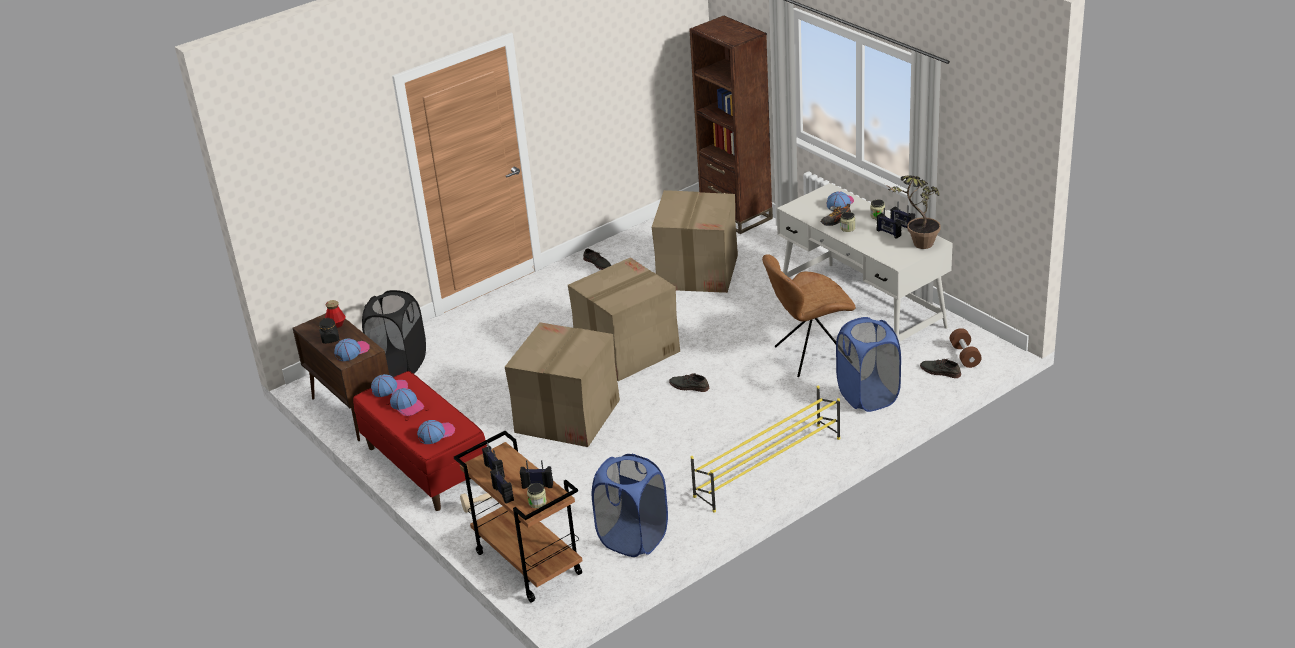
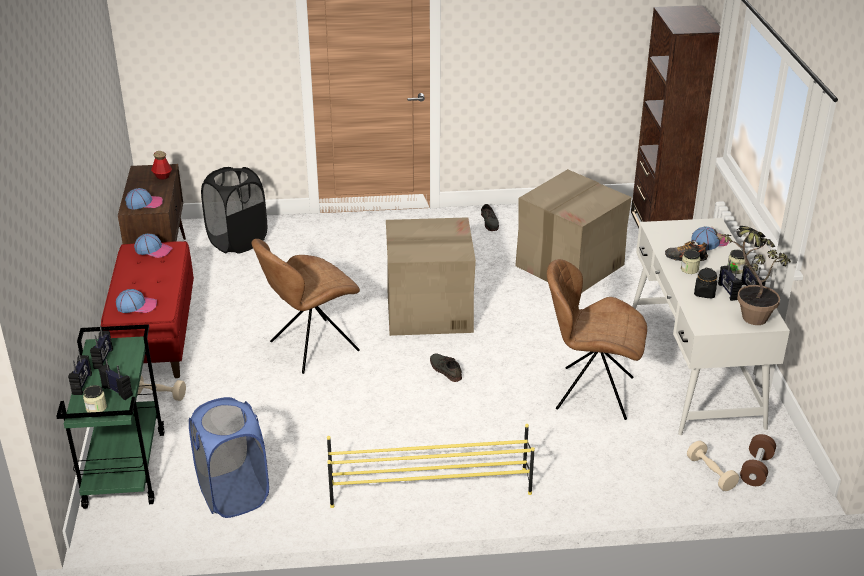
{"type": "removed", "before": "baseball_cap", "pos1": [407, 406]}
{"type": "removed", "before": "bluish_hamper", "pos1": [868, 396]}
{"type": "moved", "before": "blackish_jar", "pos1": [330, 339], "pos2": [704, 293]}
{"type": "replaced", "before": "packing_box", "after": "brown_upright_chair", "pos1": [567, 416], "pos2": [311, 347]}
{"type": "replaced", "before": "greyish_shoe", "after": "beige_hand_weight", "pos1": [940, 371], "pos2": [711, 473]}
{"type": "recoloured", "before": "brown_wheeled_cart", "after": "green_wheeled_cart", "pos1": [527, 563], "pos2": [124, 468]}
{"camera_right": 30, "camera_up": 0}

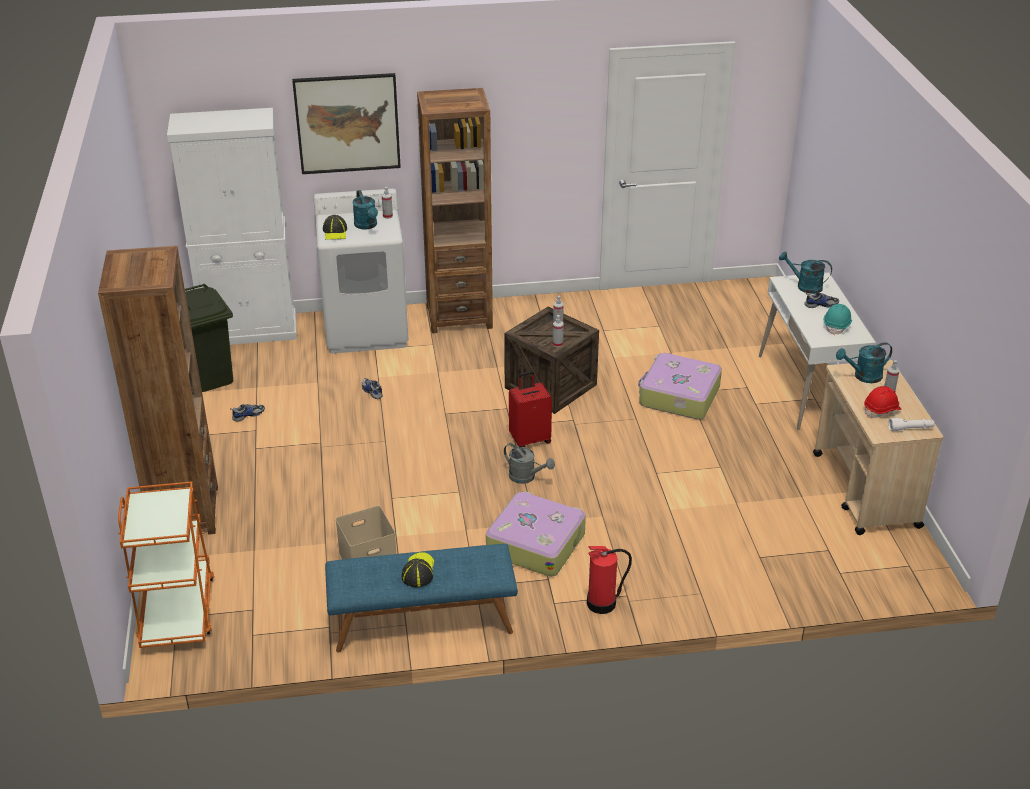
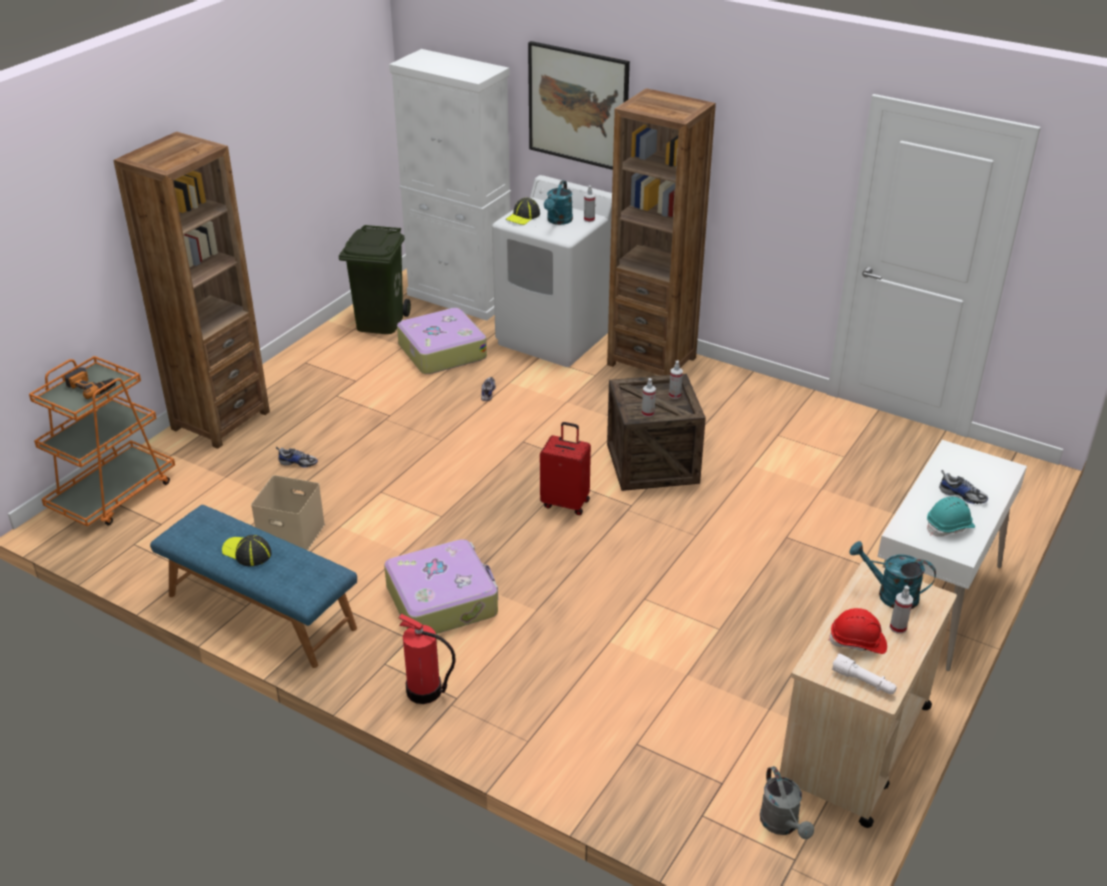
{"type": "removed", "before": "blue-green_watering_can", "pos1": [804, 286]}
{"type": "added", "after": "drill", "pos2": [91, 386]}
{"type": "moved", "before": "shoe", "pos1": [248, 415], "pos2": [298, 463]}
{"type": "moved", "before": "greyish_watering_can", "pos1": [526, 477], "pos2": [782, 825]}
{"type": "moved", "before": "suitcase", "pos1": [678, 396], "pos2": [441, 351]}
{"type": "turned", "before": "baseball_cap", "pos1": [418, 571], "pos2": [247, 552], "turn": -105}
{"camera_right": 40, "camera_up": 0}

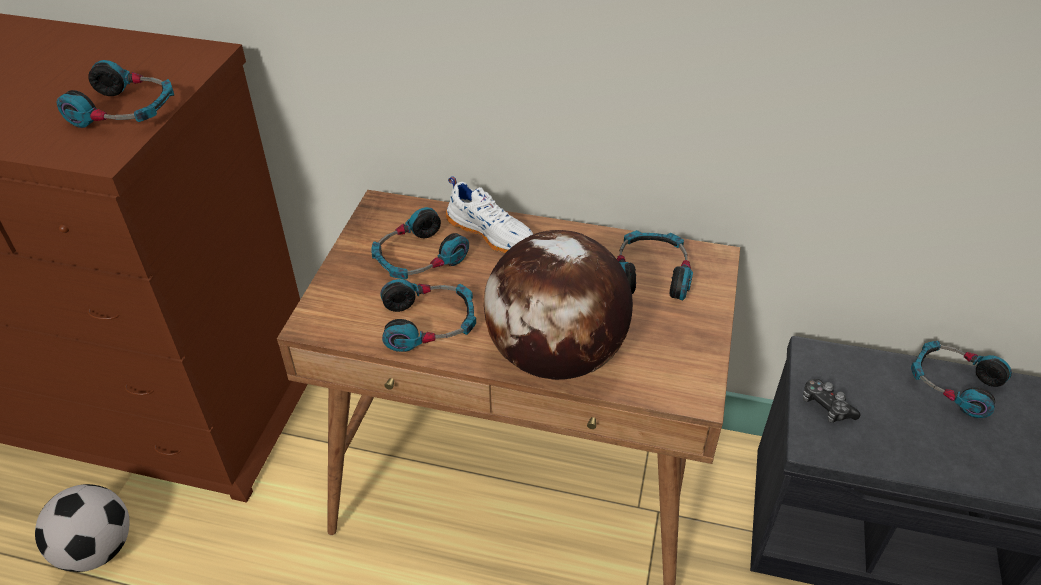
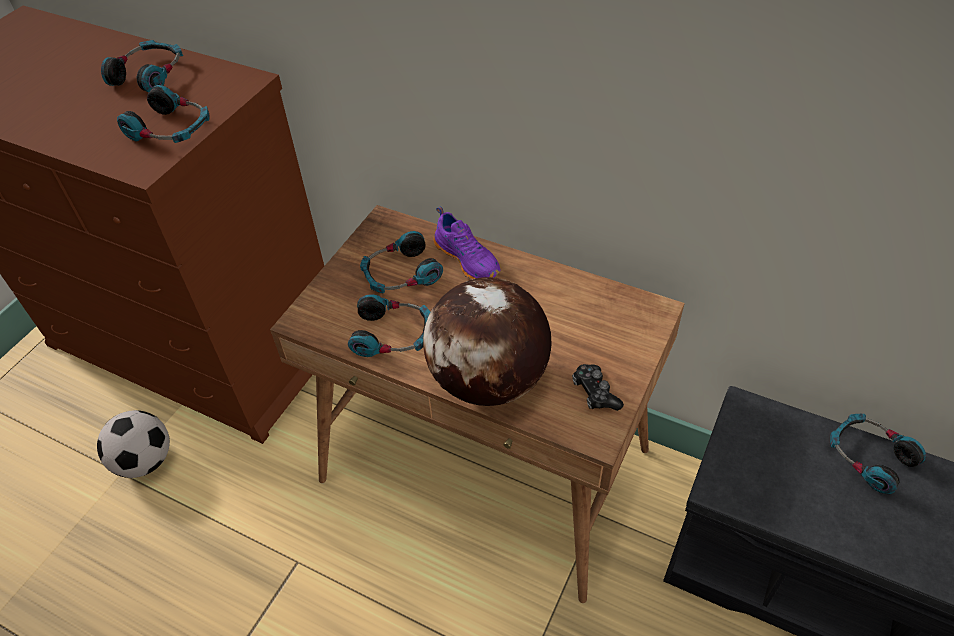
{"type": "moved", "before": "pair_of_headphones", "pos1": [651, 274], "pos2": [150, 75]}
{"type": "moved", "before": "gamepad", "pos1": [826, 406], "pos2": [595, 393]}
{"type": "recoloured", "before": "whitish_shoe", "after": "purple-coloured_shoe", "pos1": [491, 232], "pos2": [468, 258]}
{"camera_right": 15, "camera_up": 5}

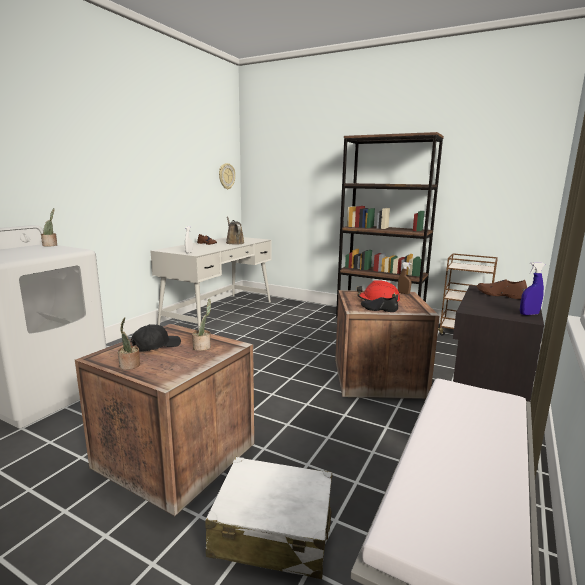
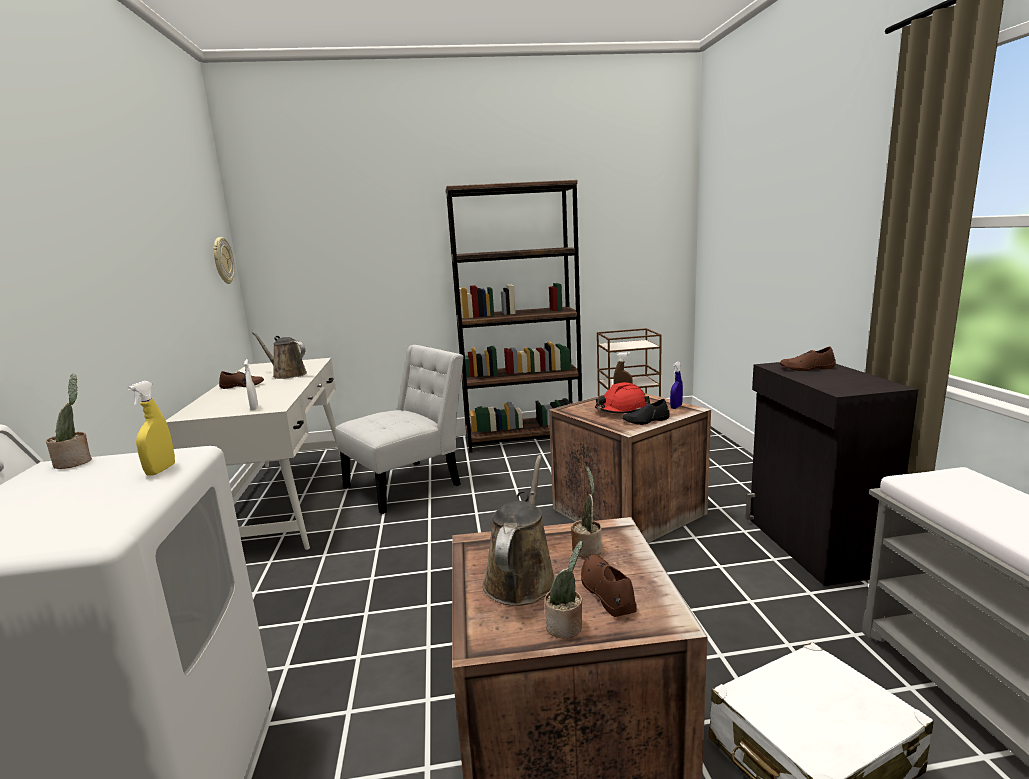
{"type": "added", "after": "yellow-coloured_sprayer", "pos2": [161, 470]}
{"type": "added", "after": "whitish_upright_chair", "pos2": [408, 484]}
{"type": "added", "after": "brown_shoe", "pos2": [606, 591]}
{"type": "moved", "before": "bluish_sprayer", "pos1": [529, 314], "pos2": [676, 407]}
{"type": "replaced", "before": "blackish_baseball_cap", "after": "brown_watering_can", "pos1": [156, 346], "pos2": [522, 578]}
{"camera_right": -35, "camera_up": 0}

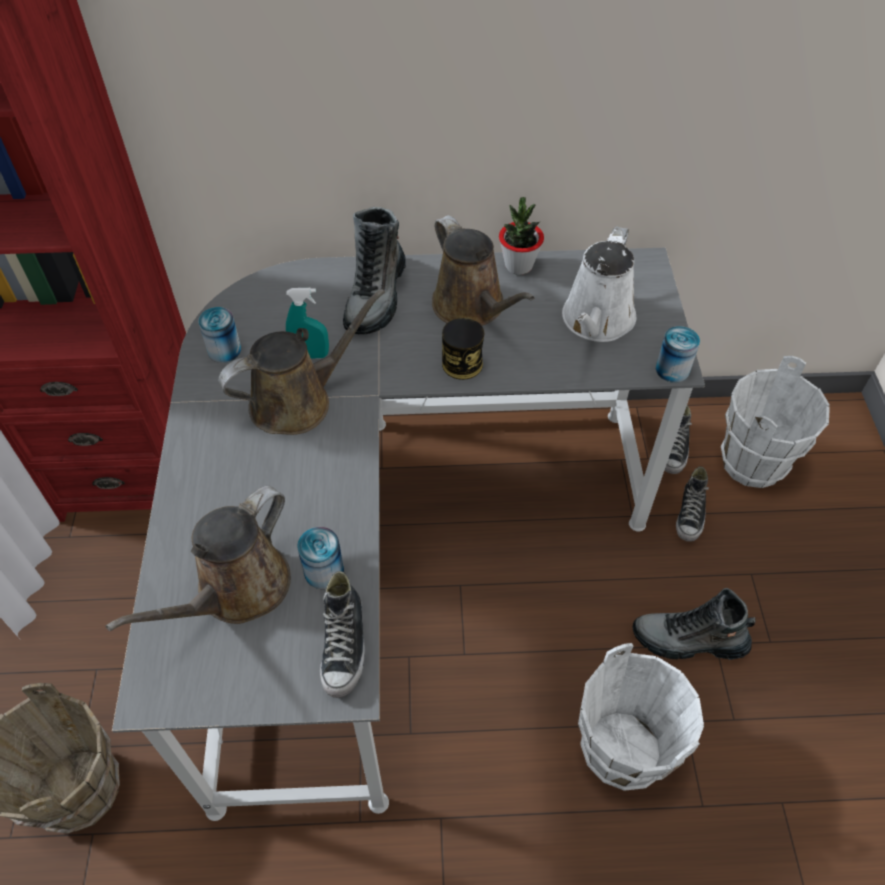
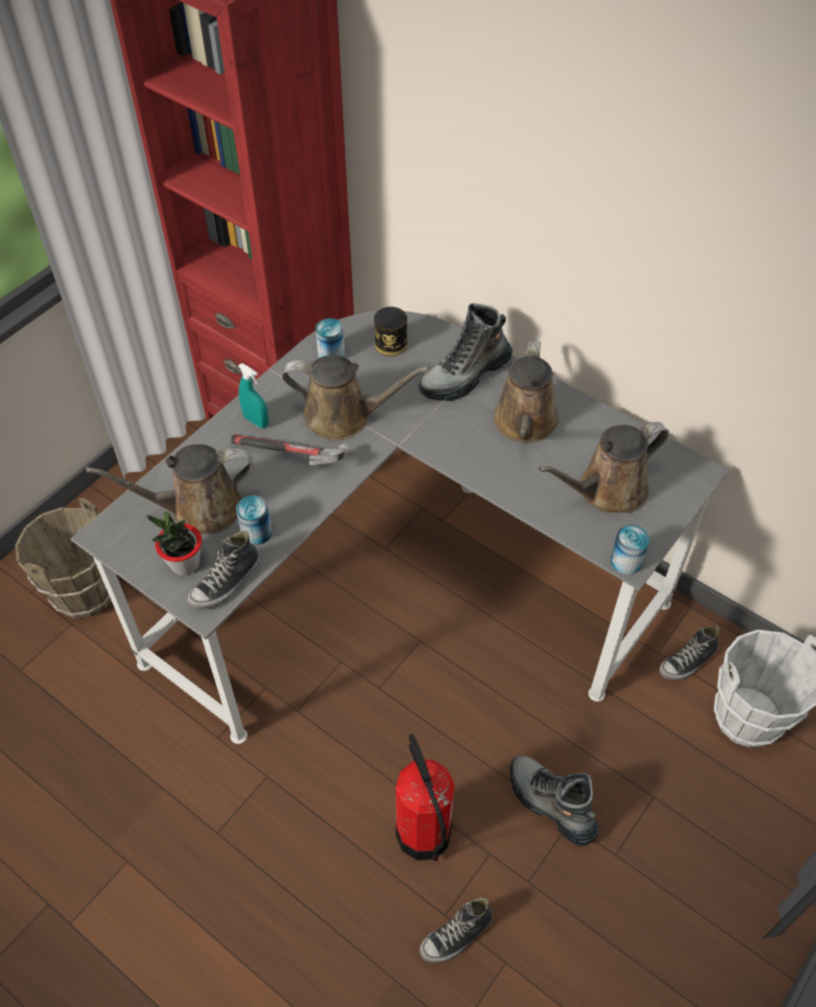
{"type": "added", "after": "hand_hammer", "pos2": [292, 458]}
{"type": "moved", "before": "blue-green_sprayer", "pos1": [310, 355], "pos2": [256, 421]}
{"type": "moved", "before": "metal_can", "pos1": [462, 364], "pos2": [391, 344]}
{"type": "moved", "before": "potted_plant", "pos1": [518, 266], "pos2": [184, 564]}
{"type": "moved", "before": "shoe", "pos1": [690, 514], "pos2": [456, 935]}
{"type": "replaced", "before": "whitish_bucket", "after": "fire_extinguisher", "pos1": [620, 752], "pos2": [423, 834]}
{"type": "recoloured", "before": "whitish_watering_can", "after": "brown_watering_can", "pos1": [596, 321], "pos2": [606, 491]}
{"camera_right": 40, "camera_up": 0}

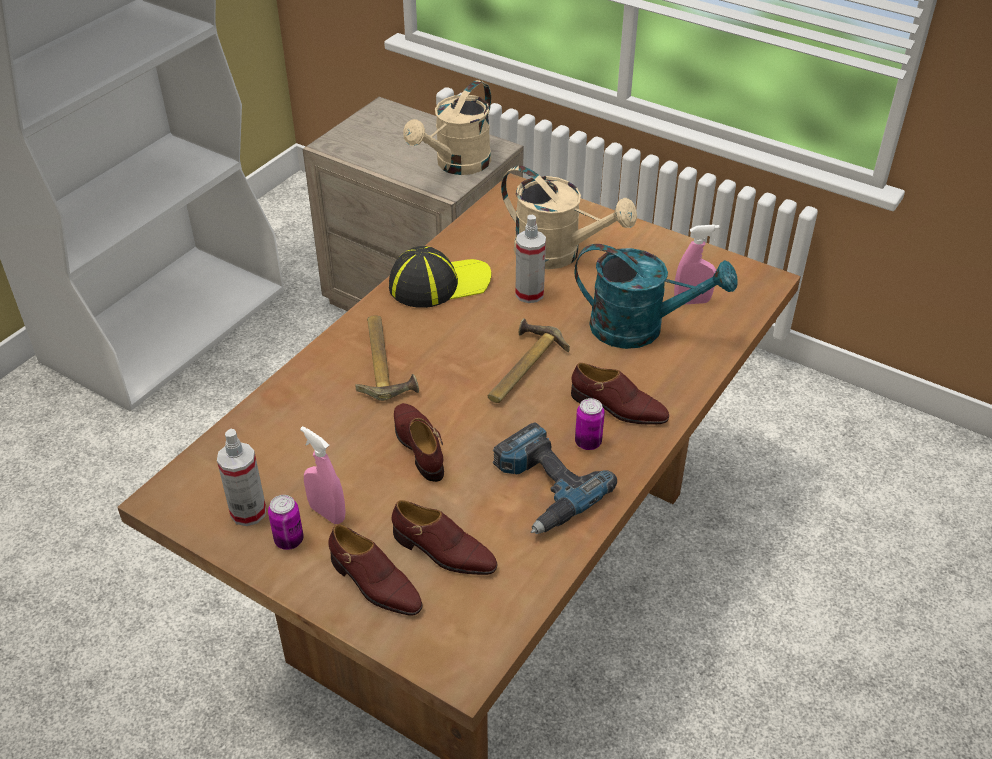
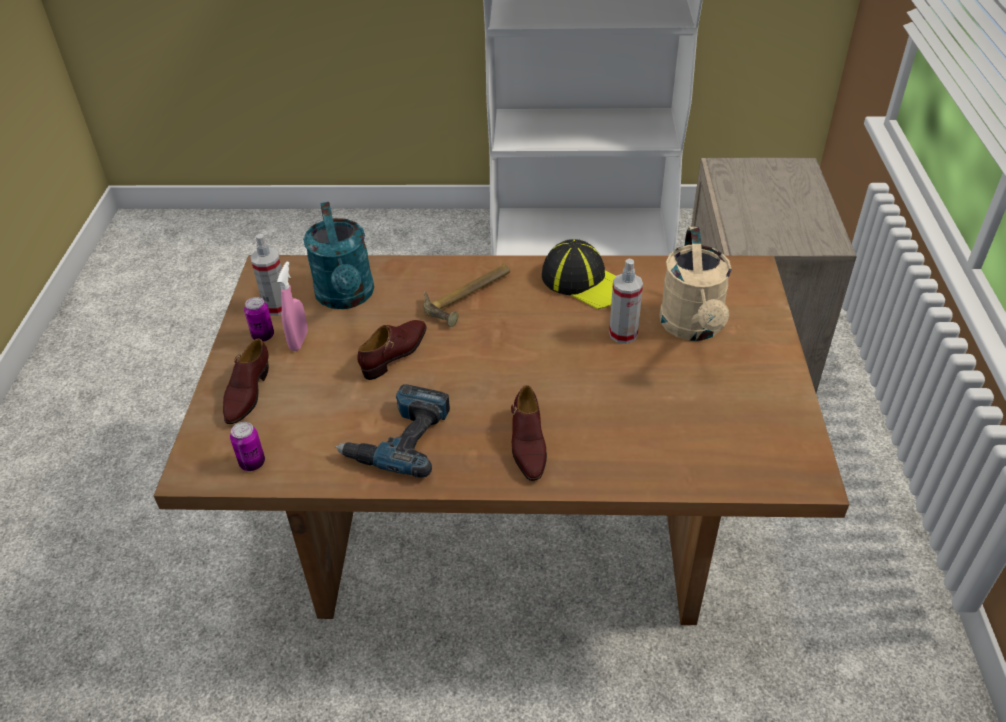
{"type": "removed", "before": "brown_shoe", "pos1": [443, 552]}
{"type": "removed", "before": "beige_watering_can", "pos1": [457, 165]}
{"type": "removed", "before": "hand_hammer", "pos1": [520, 367]}
{"type": "removed", "before": "pinkish_sprayer", "pos1": [692, 301]}
{"type": "moved", "before": "blue-green_watering_can", "pos1": [640, 328], "pos2": [347, 297]}
{"type": "moved", "before": "metal_can", "pos1": [588, 442], "pos2": [252, 463]}
{"camera_right": 60, "camera_up": 0}

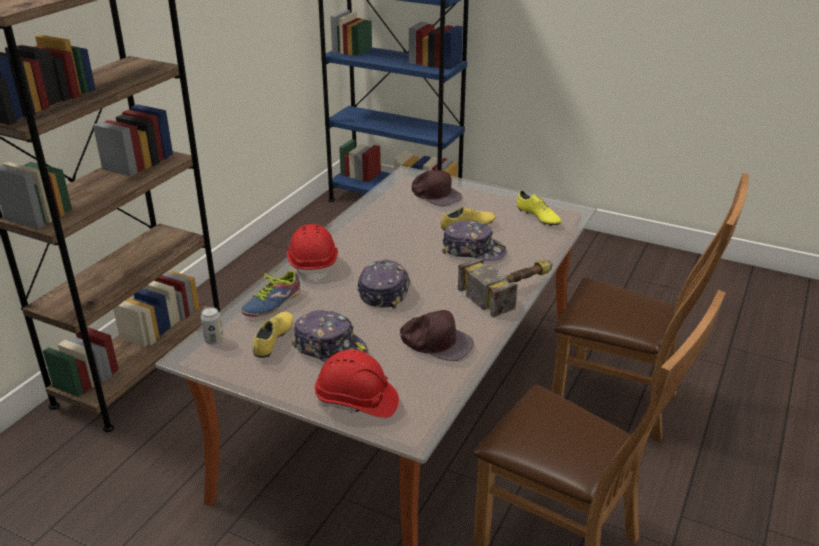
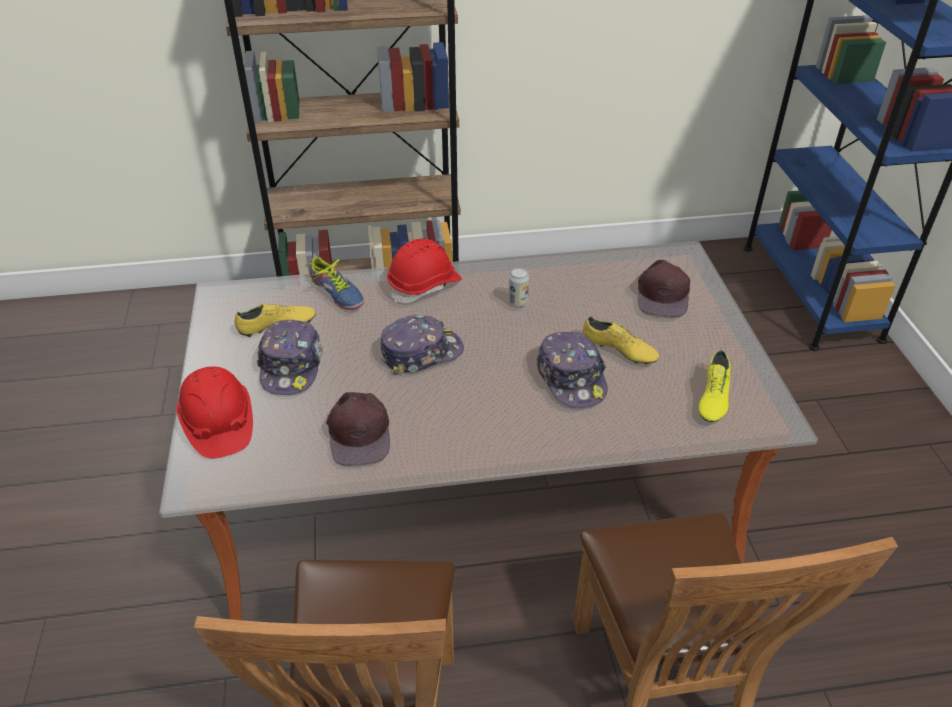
{"type": "removed", "before": "hand_hammer", "pos1": [513, 289]}
{"type": "moved", "before": "metal_can", "pos1": [214, 340], "pos2": [518, 302]}
{"type": "turned", "before": "shoe", "pos1": [270, 302], "pos2": [335, 294], "turn": -135}
{"camera_right": 55, "camera_up": 10}

